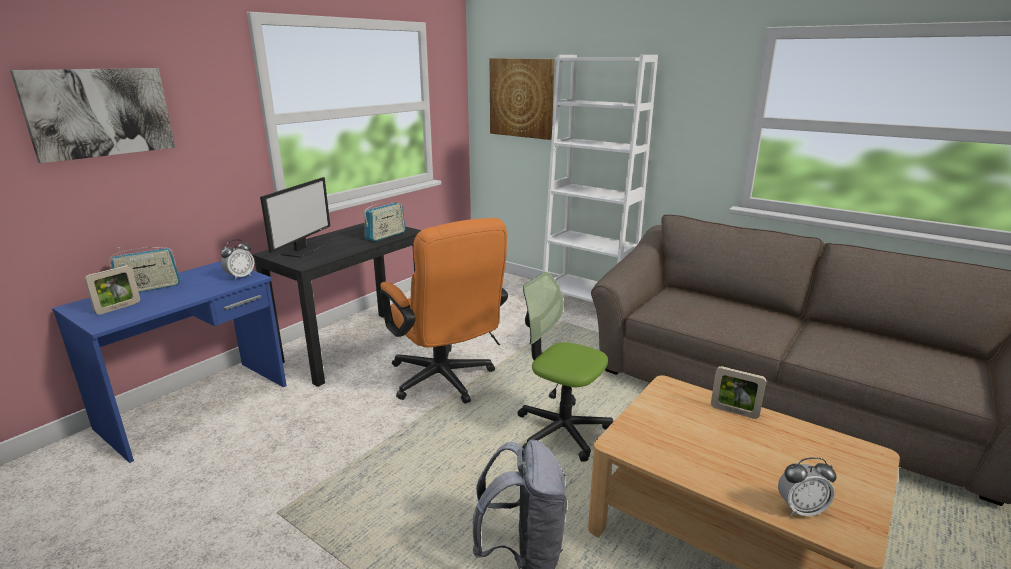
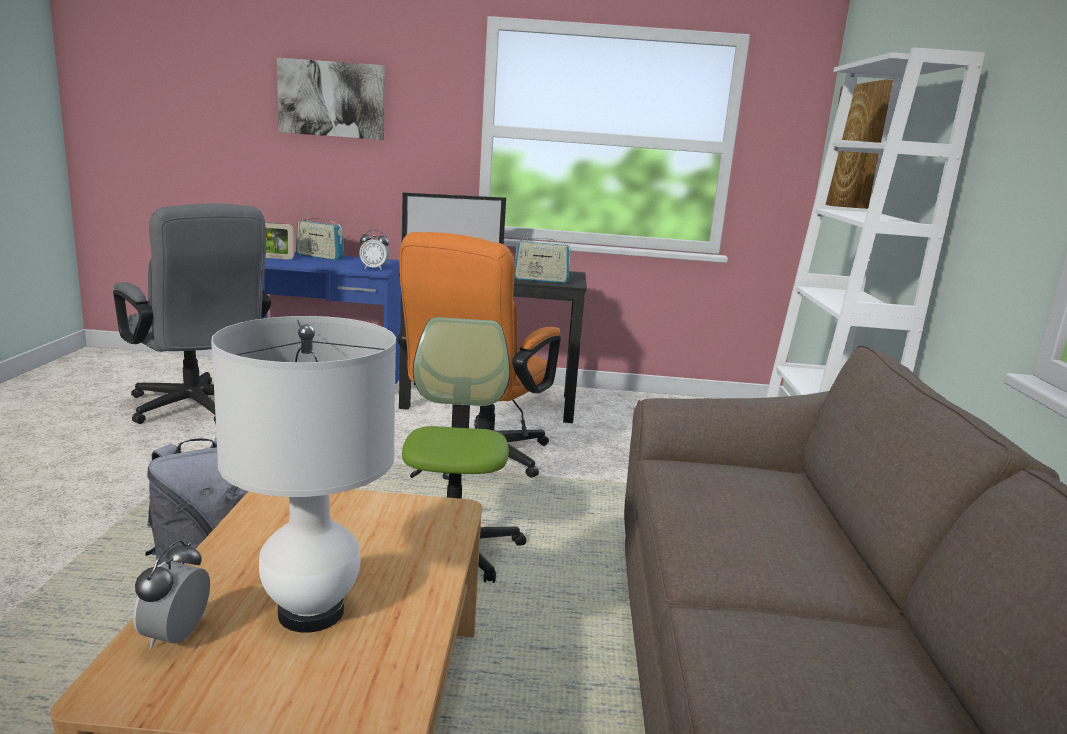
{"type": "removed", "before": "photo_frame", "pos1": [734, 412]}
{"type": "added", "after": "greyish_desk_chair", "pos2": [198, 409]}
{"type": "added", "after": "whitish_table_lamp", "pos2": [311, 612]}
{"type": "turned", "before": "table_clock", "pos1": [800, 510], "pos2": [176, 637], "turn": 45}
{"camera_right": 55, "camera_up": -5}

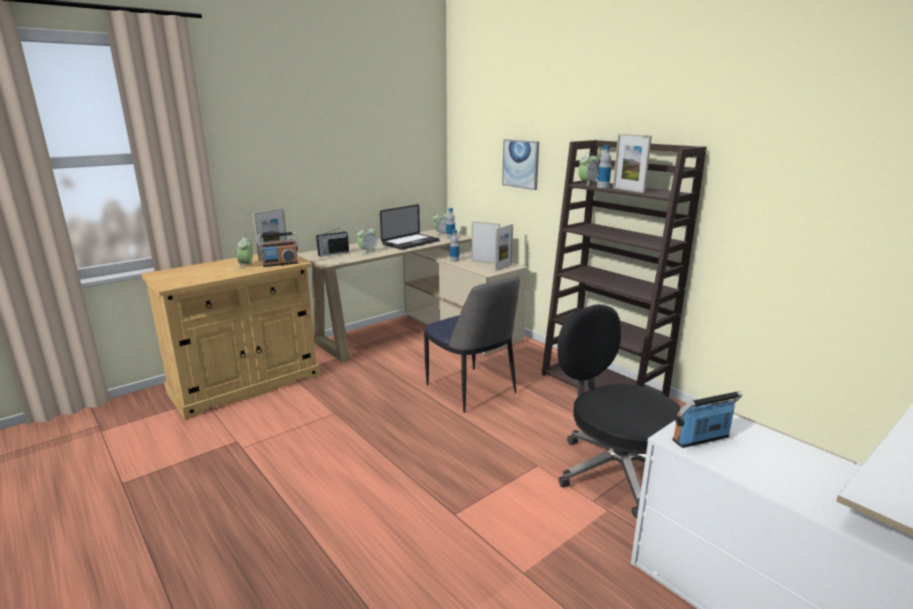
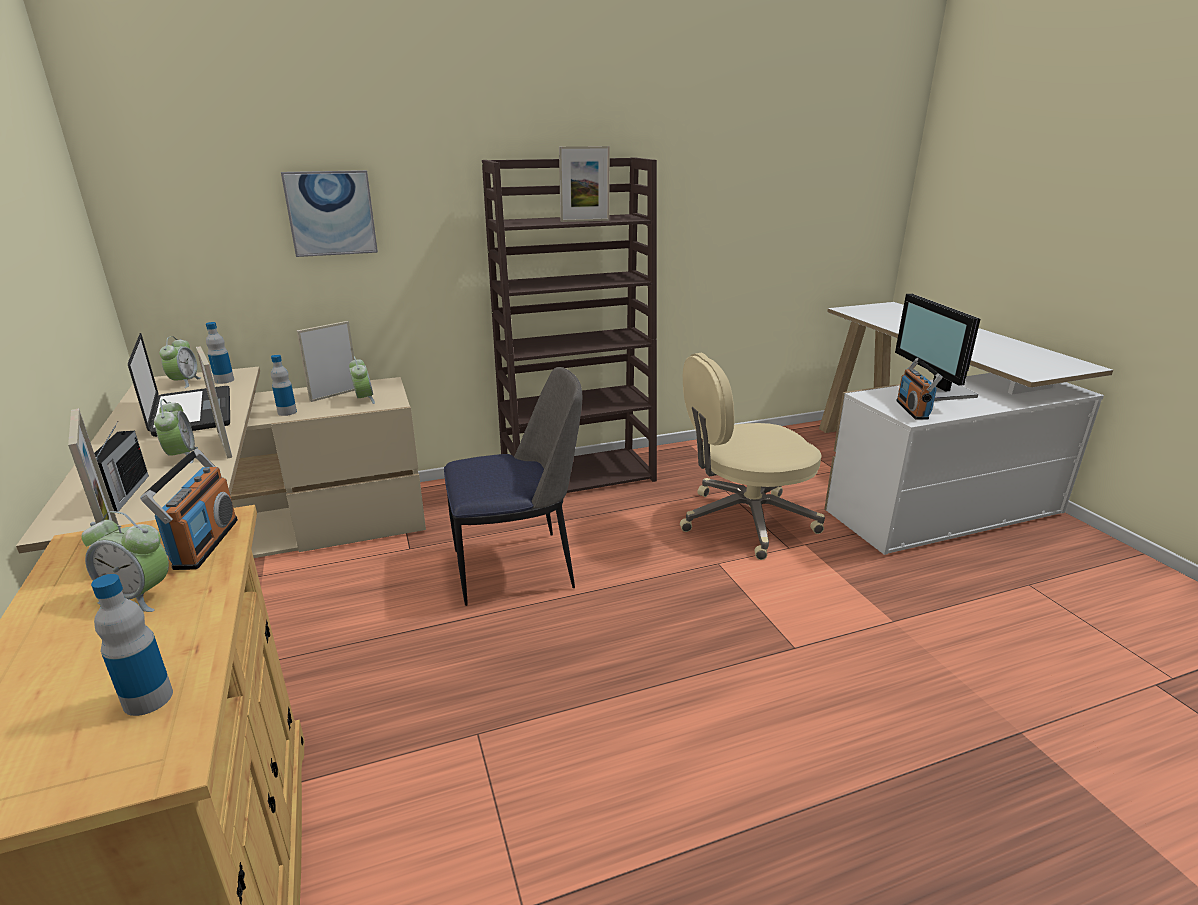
{"type": "added", "after": "monitor", "pos2": [938, 391]}
{"type": "moved", "before": "photo_frame", "pos1": [503, 267], "pos2": [225, 445]}
{"type": "moved", "before": "table_clock", "pos1": [587, 184], "pos2": [364, 399]}
{"type": "moved", "before": "beverage_bottle", "pos1": [603, 187], "pos2": [148, 699]}
{"type": "recoloured", "before": "blackish_desk_chair", "after": "beige_desk_chair", "pos1": [614, 471], "pos2": [744, 521]}
{"camera_right": -70, "camera_up": 5}

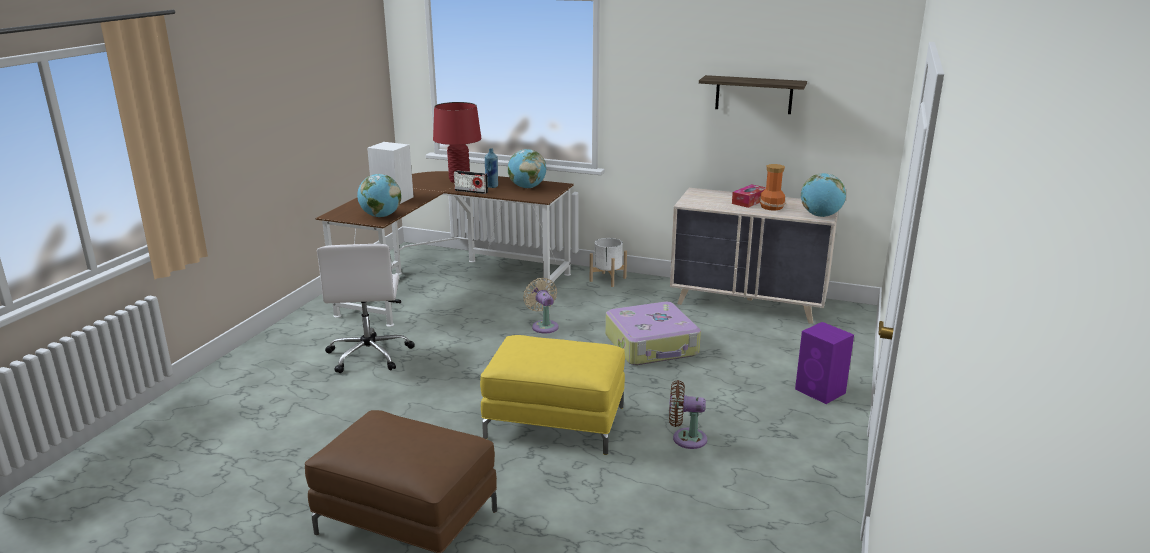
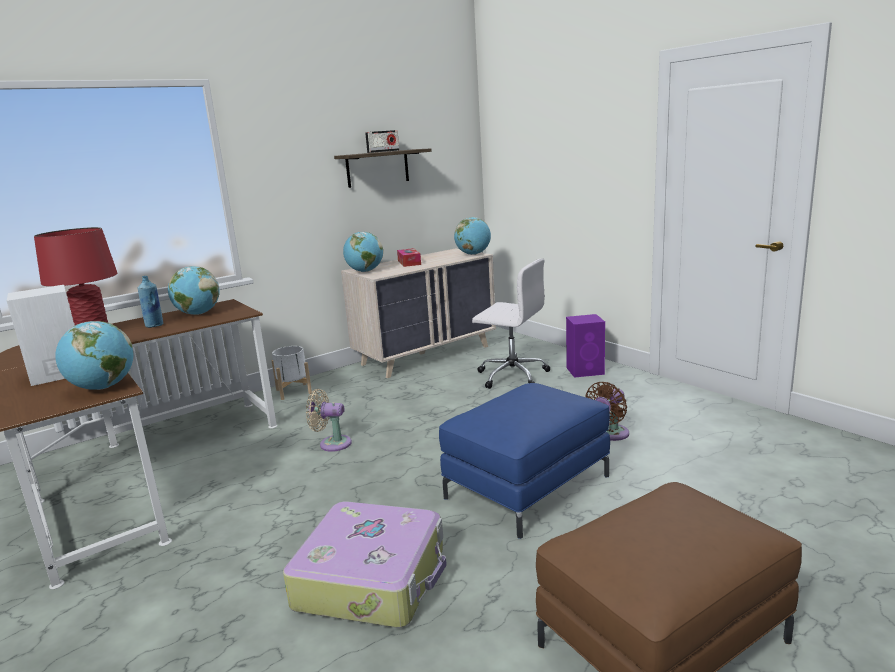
{"type": "removed", "before": "flower_vase", "pos1": [771, 207]}
{"type": "added", "after": "world_globe", "pos2": [365, 271]}
{"type": "moved", "before": "whitish_desk_chair", "pos1": [369, 354], "pos2": [511, 375]}
{"type": "moved", "before": "radio_receiver", "pos1": [471, 191], "pos2": [383, 151]}
{"type": "moved", "before": "suitcase", "pos1": [652, 345], "pos2": [373, 578]}
{"type": "recoloured", "before": "yellow-coloured_ottoman", "after": "bluish_ottoman", "pos1": [555, 422], "pos2": [527, 487]}
{"camera_right": -55, "camera_up": -5}

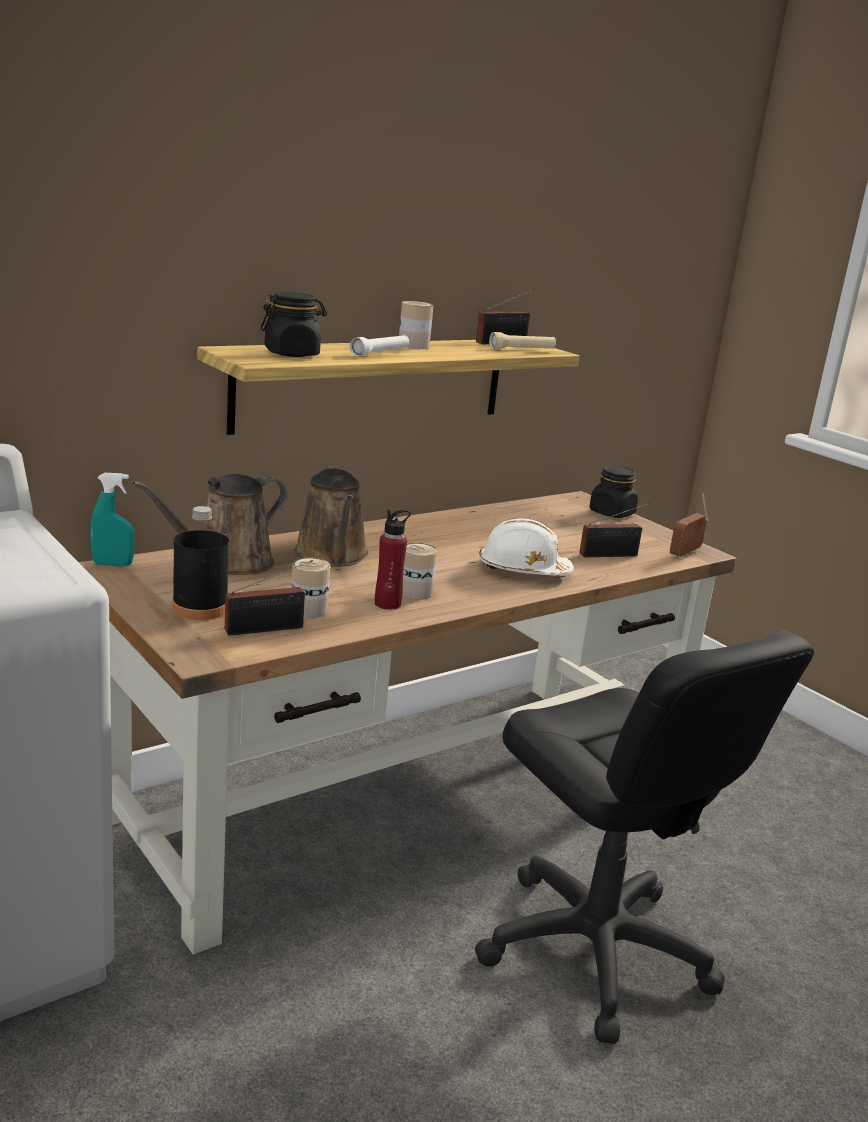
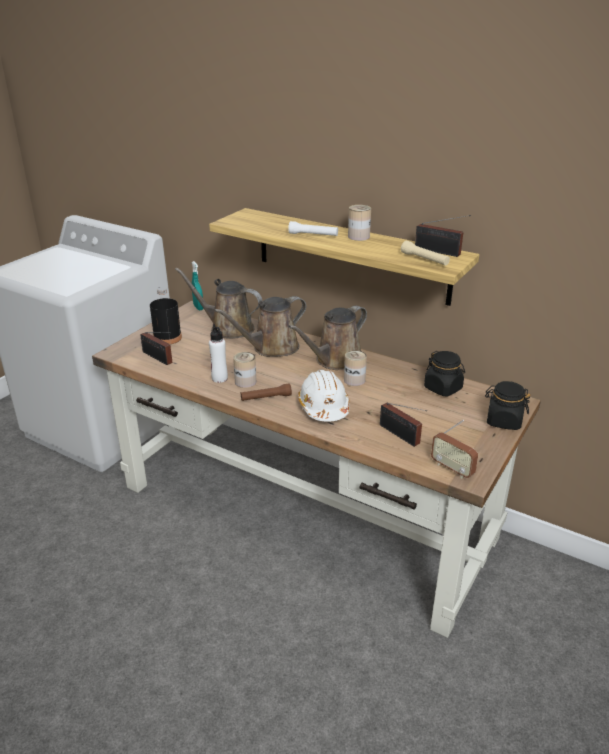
{"type": "removed", "before": "blackish_desk_chair", "pos1": [594, 950]}
{"type": "added", "after": "brown_hand_torch", "pos2": [266, 398]}
{"type": "added", "after": "brown_watering_can", "pos2": [335, 361]}
{"type": "moved", "before": "blackish_jar", "pos1": [292, 353], "pos2": [443, 388]}
{"type": "moved", "before": "metal_can", "pos1": [308, 610], "pos2": [354, 380]}
{"type": "recoloured", "before": "red-coloured_beverage_bottle", "after": "whitish_beverage_bottle", "pos1": [388, 604], "pos2": [219, 378]}
{"type": "turned", "before": "radio_receiver", "pos1": [685, 554], "pos2": [452, 469], "turn": -150}
{"camera_right": 70, "camera_up": 10}

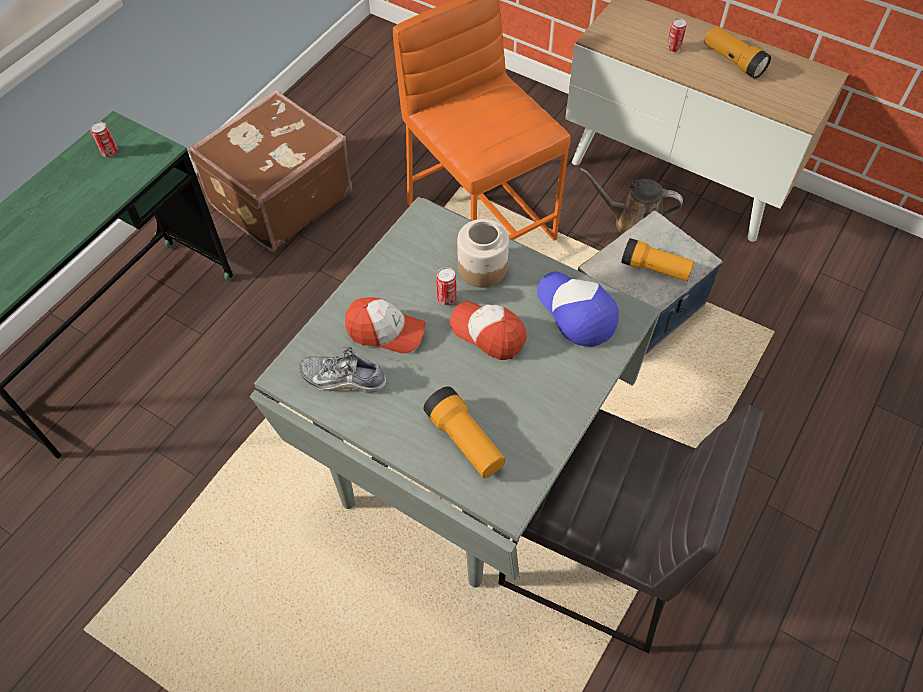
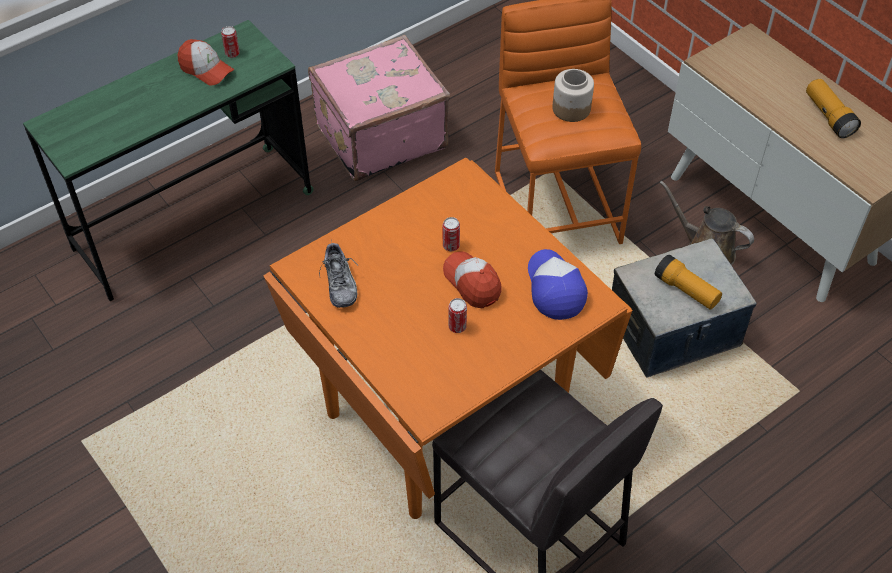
{"type": "removed", "before": "hand_torch", "pos1": [465, 440]}
{"type": "moved", "before": "baseball_cap", "pos1": [385, 331], "pos2": [206, 69]}
{"type": "moved", "before": "jar", "pos1": [481, 268], "pos2": [571, 108]}
{"type": "moved", "before": "metal_can", "pos1": [673, 48], "pos2": [457, 327]}
{"type": "recoloured", "before": "brown_suitcase", "after": "pinkish_suitcase", "pos1": [279, 198], "pos2": [379, 135]}
{"type": "recoloured", "before": "greyish_dining_table", "after": "orange_dining_table", "pos1": [464, 467], "pos2": [447, 417]}
{"type": "turned", "before": "shoe", "pos1": [343, 379], "pos2": [340, 283], "turn": -135}
{"camera_right": 20, "camera_up": -5}

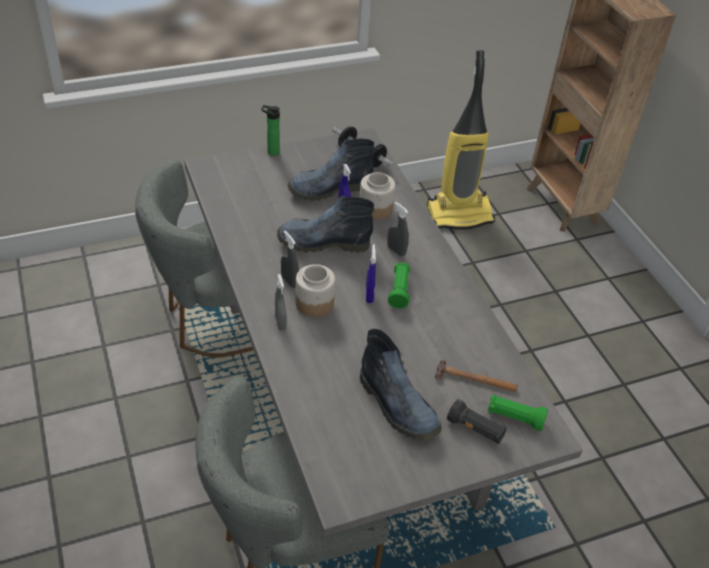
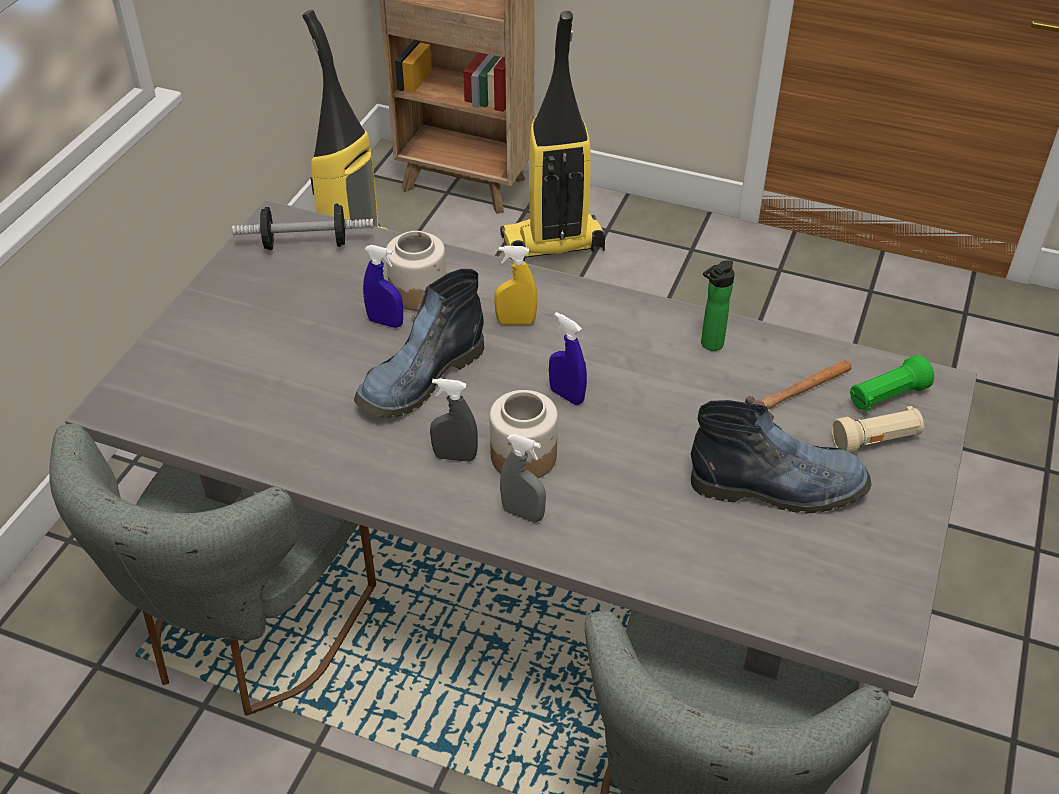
{"type": "removed", "before": "high-top_boot", "pos1": [328, 189]}
{"type": "removed", "before": "green_hand_torch", "pos1": [399, 291]}
{"type": "added", "after": "vacuum_cleaner", "pos2": [552, 245]}
{"type": "moved", "before": "beverage_bottle", "pos1": [271, 152], "pos2": [709, 345]}
{"type": "recoloured", "before": "greyish_sprayer", "after": "yellow-coloured_sprayer", "pos1": [396, 250], "pos2": [516, 322]}
{"type": "recoloured", "before": "blackish_hand_torch", "after": "beige_hand_torch", "pos1": [475, 429], "pos2": [876, 441]}
{"camera_right": -45, "camera_up": 0}

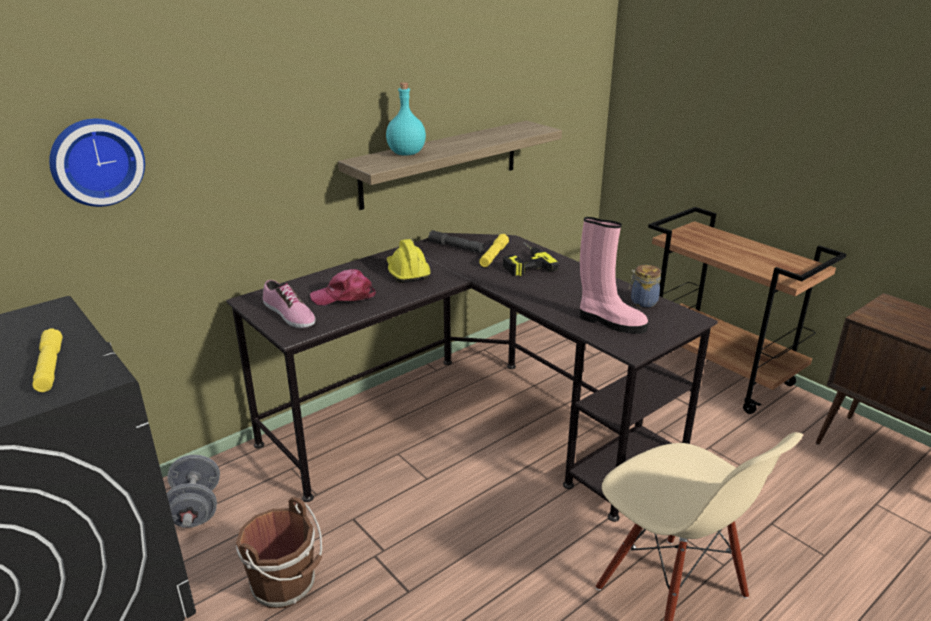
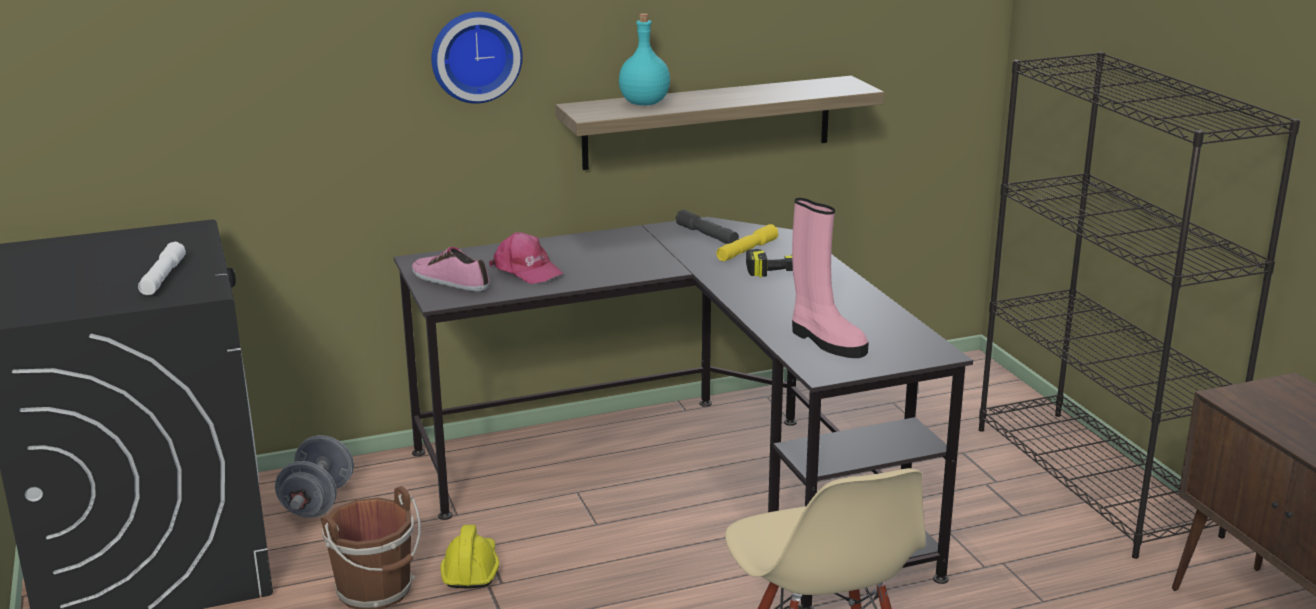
{"type": "removed", "before": "jar", "pos1": [642, 302]}
{"type": "moved", "before": "clock_on_the_wall", "pos1": [96, 161], "pos2": [475, 56]}
{"type": "moved", "before": "yellow-coloured_safety_helmet", "pos1": [407, 272], "pos2": [471, 569]}
{"type": "replaced", "before": "brown_wheeled_cart", "after": "blackish_bookcase", "pos1": [718, 373], "pos2": [1095, 480]}
{"type": "recoloured", "before": "yellow-coloured_hand_torch", "after": "whitish_hand_torch", "pos1": [50, 367], "pos2": [163, 277]}
{"type": "turned", "before": "shoe", "pos1": [288, 314], "pos2": [450, 280], "turn": 150}
{"type": "turned", "before": "pinkish_baseball_cap", "pos1": [344, 296], "pos2": [526, 270], "turn": -150}
{"camera_right": 20, "camera_up": -5}

